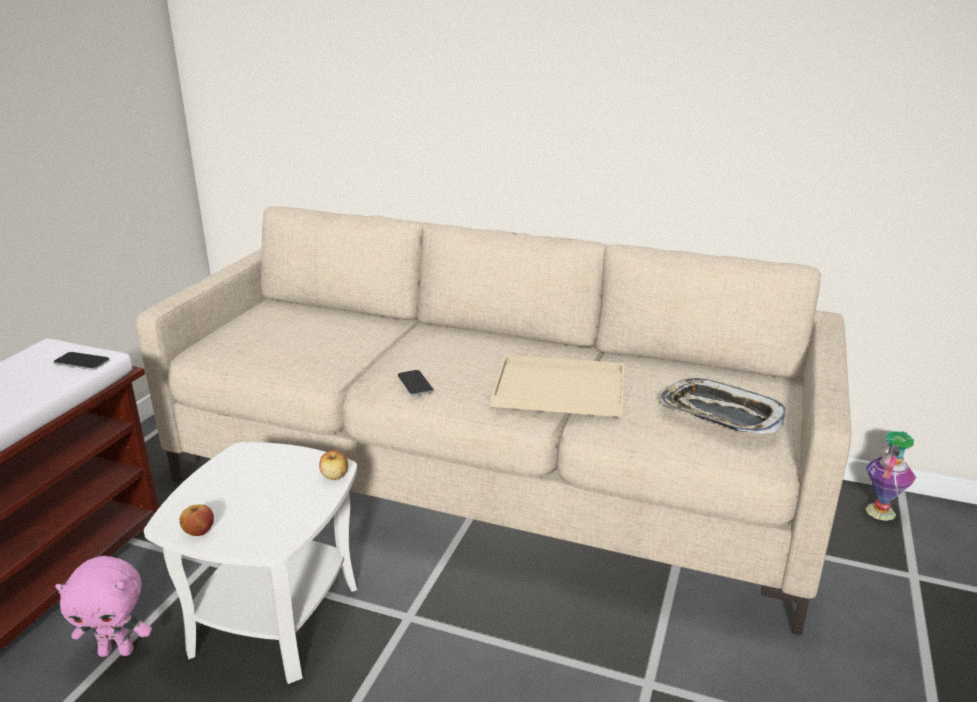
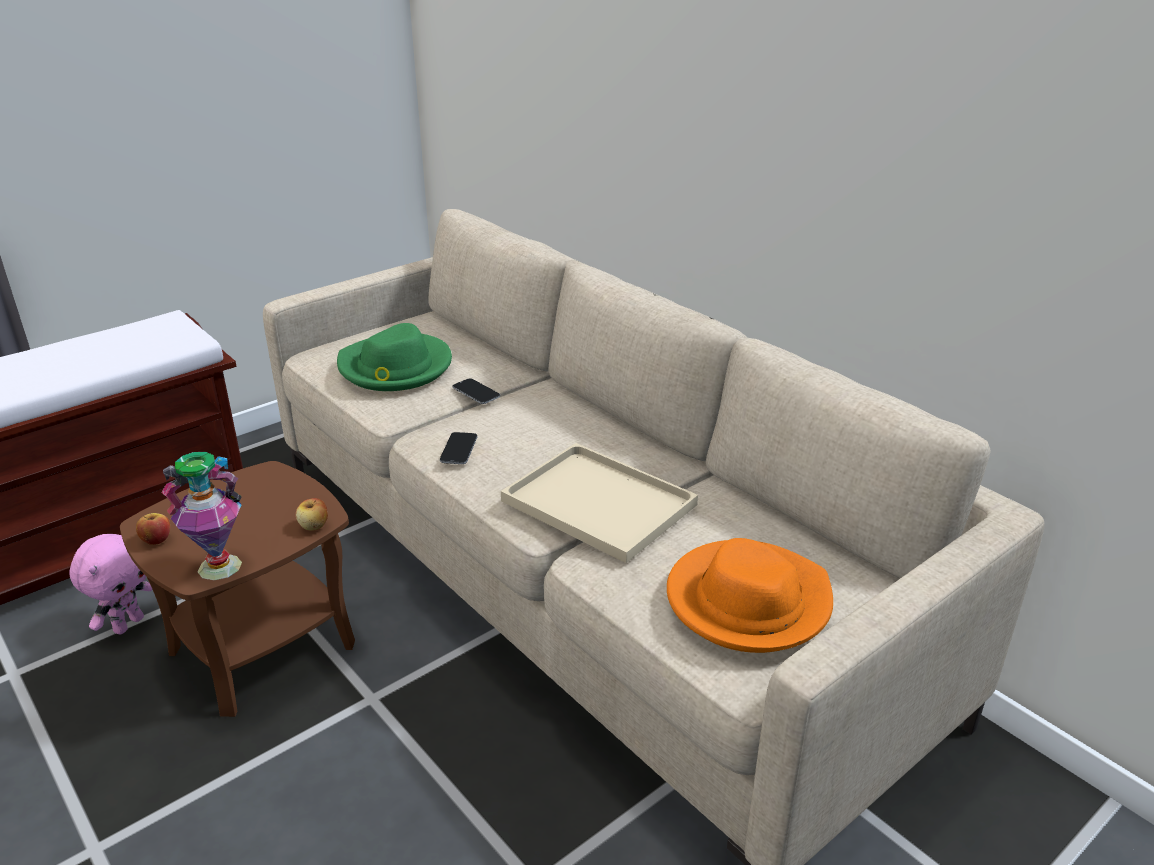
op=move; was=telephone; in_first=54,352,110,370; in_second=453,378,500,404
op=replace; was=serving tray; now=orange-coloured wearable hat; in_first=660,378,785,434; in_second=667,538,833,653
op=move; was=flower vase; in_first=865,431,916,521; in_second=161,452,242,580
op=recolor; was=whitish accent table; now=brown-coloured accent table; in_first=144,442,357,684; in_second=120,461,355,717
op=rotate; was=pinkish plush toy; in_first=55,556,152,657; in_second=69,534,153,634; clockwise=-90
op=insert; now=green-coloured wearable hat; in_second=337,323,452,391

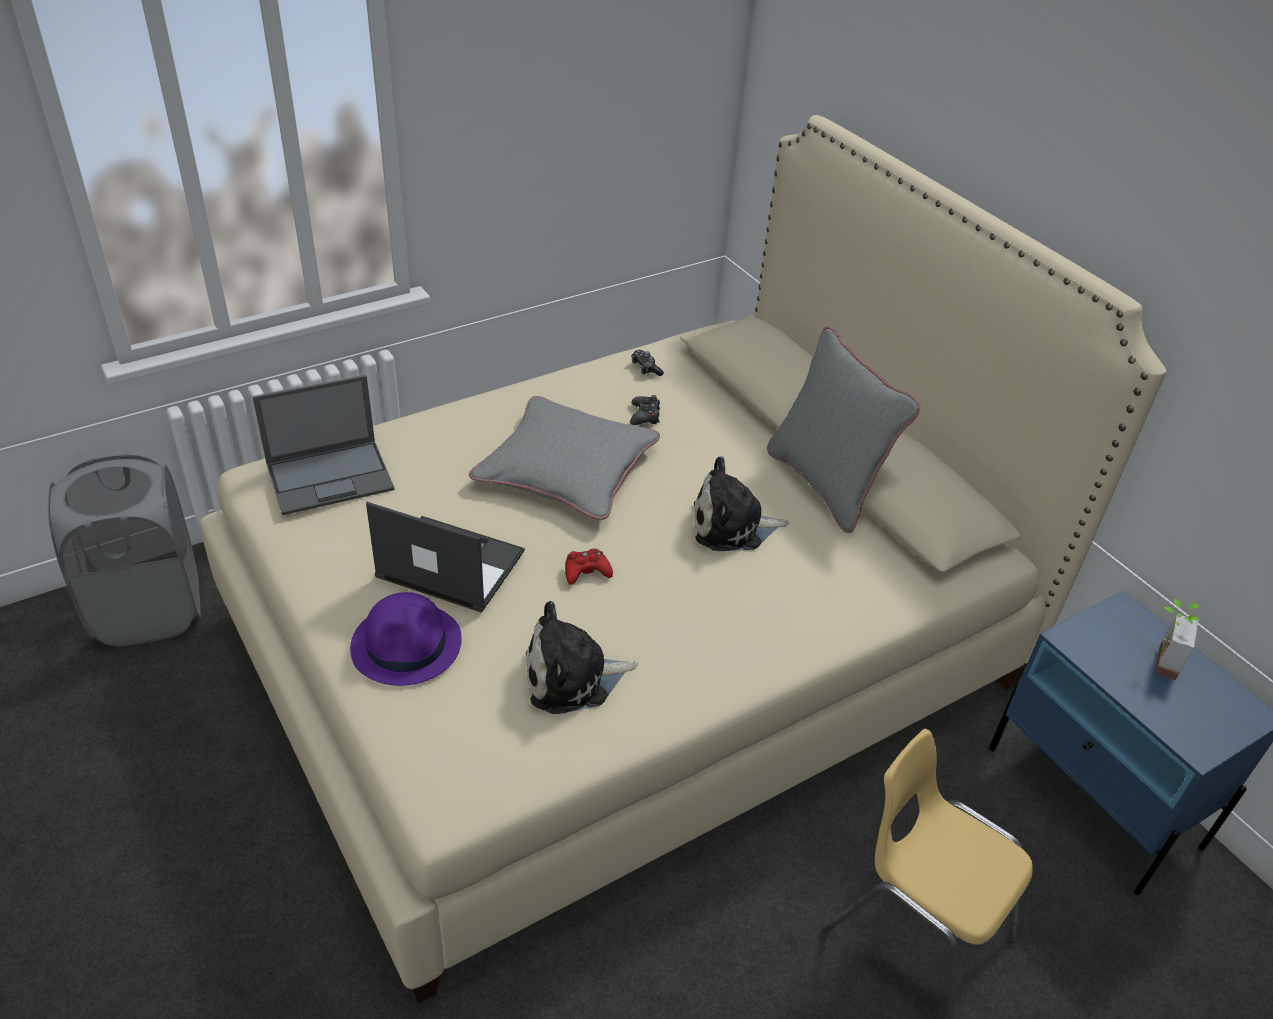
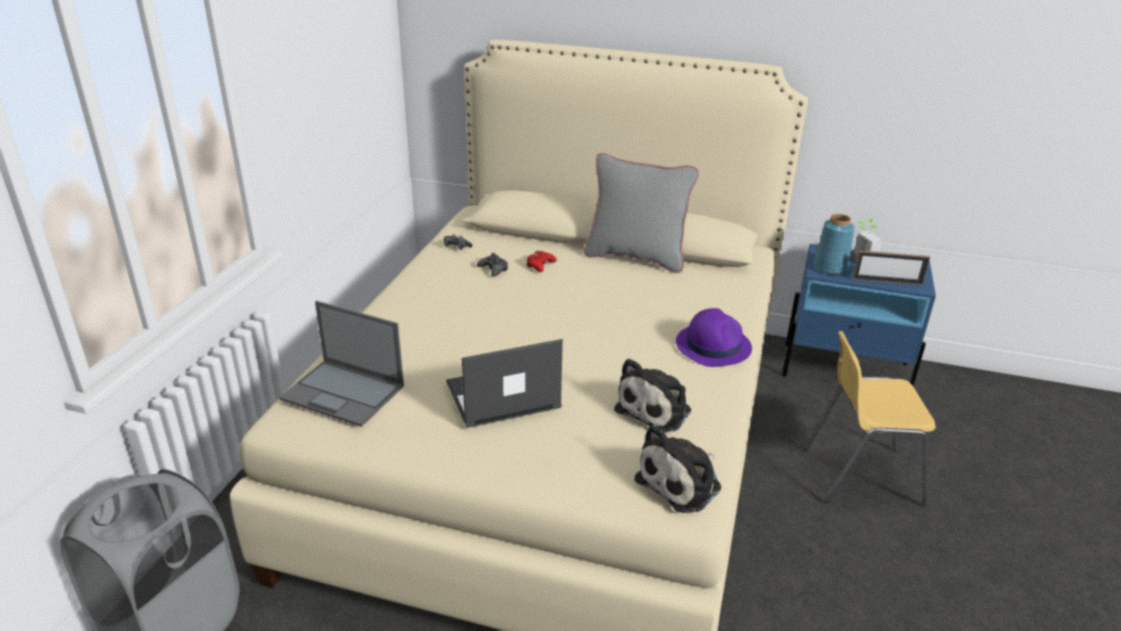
op=rotate; was=laptop; in_first=253,375,395,515; in_second=279,301,404,427; clockwise=90
op=delete; was=gray throw pillow; in_first=469,396,660,520
op=move; was=plush toy; in_first=694,457,789,551; in_second=634,425,721,513
op=move; was=reddish game controller; in_first=565,549,613,585; in_second=527,251,557,272
op=move; was=purplish wearable hat; in_first=350,592,462,686; in_second=676,308,752,367
op=insert; now=bluish flower vase; in_second=814,214,855,275
op=insert; now=picture frame; in_second=852,250,930,285

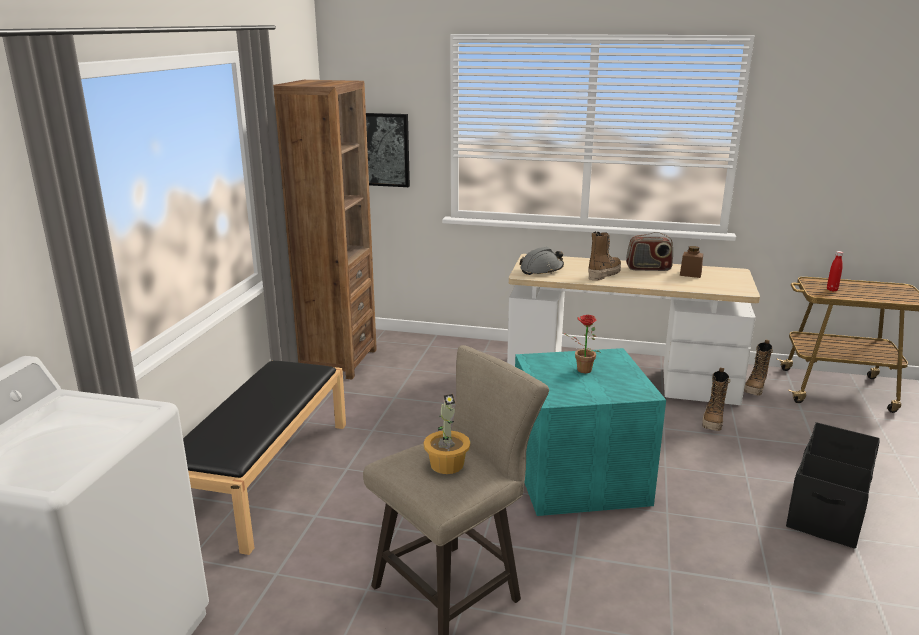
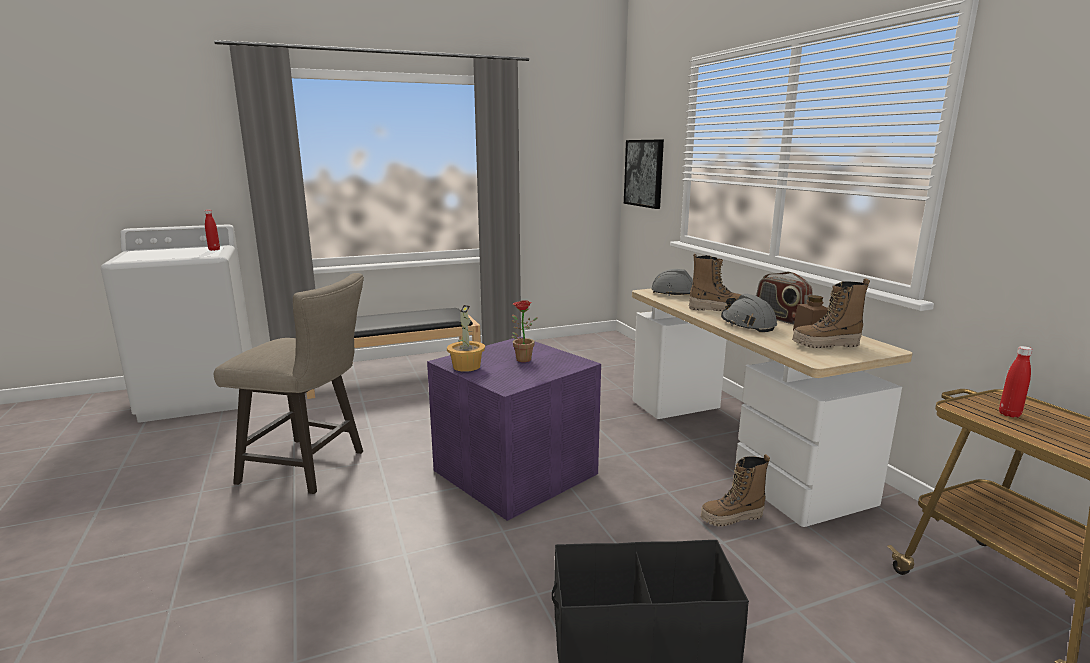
op=delete; was=brown-coloured shelving unit; in_first=273,80,377,380
op=move; was=tall boot; in_first=744,339,773,396; in_second=792,279,870,348
op=recolor; was=turquoise-coloured storage container; now=purplish storage container; in_first=515,348,666,516; in_second=427,336,601,521
op=move; was=plant in a pot; in_first=423,394,471,474; in_second=447,305,485,372
op=insert; now=reddish drink bottle; in_second=205,210,220,251
op=insert; now=gray hard hat; in_second=721,294,777,332

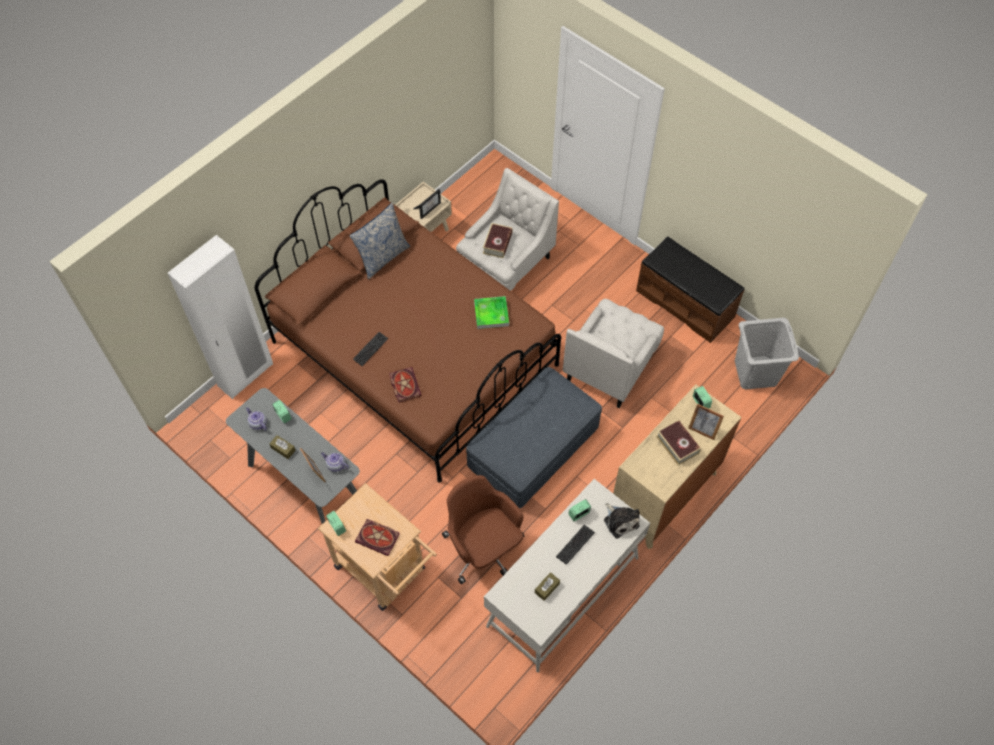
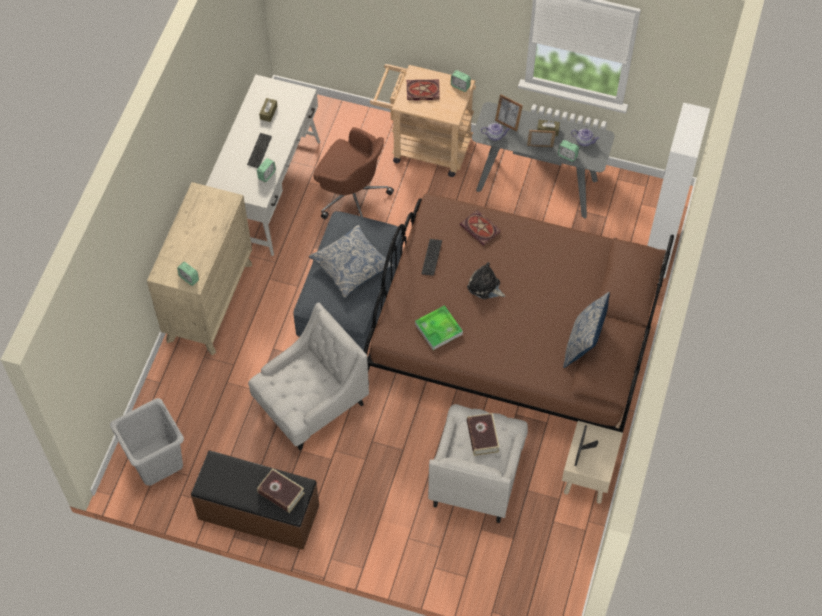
op=rotate; was=whitish armchair; in_first=563,299,664,408; in_second=248,303,369,450; clockwise=45
op=move; was=keyboard; in_first=353,332,388,366; in_second=421,239,442,276
op=move; was=picture frame; in_first=688,404,724,440; in_second=527,130,556,147
op=move; was=bound book; in_first=656,420,701,466; in_second=257,468,305,513
op=move; was=plush toy; in_first=604,503,640,538; in_second=467,262,506,299
op=insert; now=throw pillow; in_second=309,225,394,298

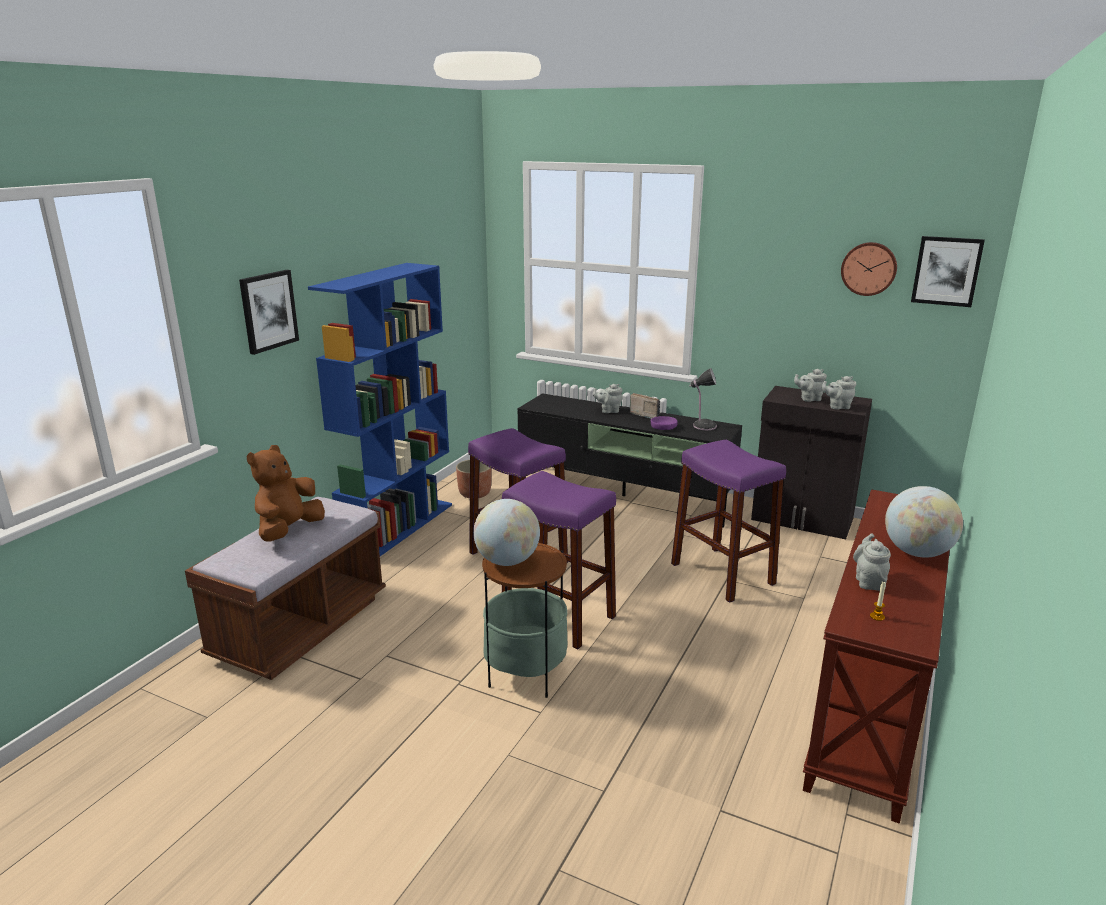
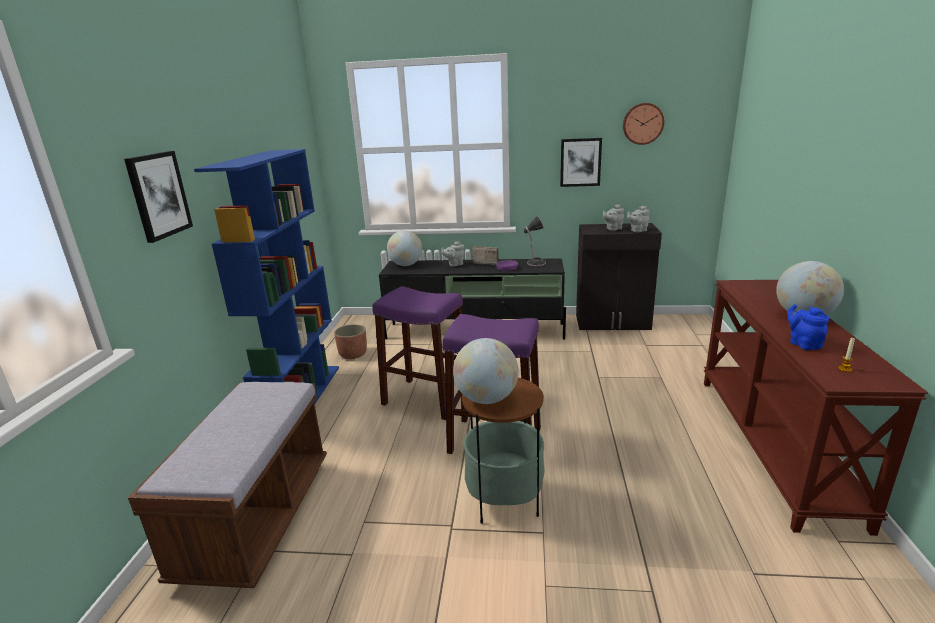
op=move; was=wall picture; in_first=911,236,985,307; in_second=560,138,602,187
op=delete; was=purplish stool; in_first=671,440,786,603
op=delete; was=brown-coloured plush toy; in_first=246,445,325,542
op=recolor; was=gray pot for tea; now=bluish pot for tea; in_first=853,533,891,591; in_second=787,304,829,350
op=insert; now=world globe; in_second=387,230,422,266

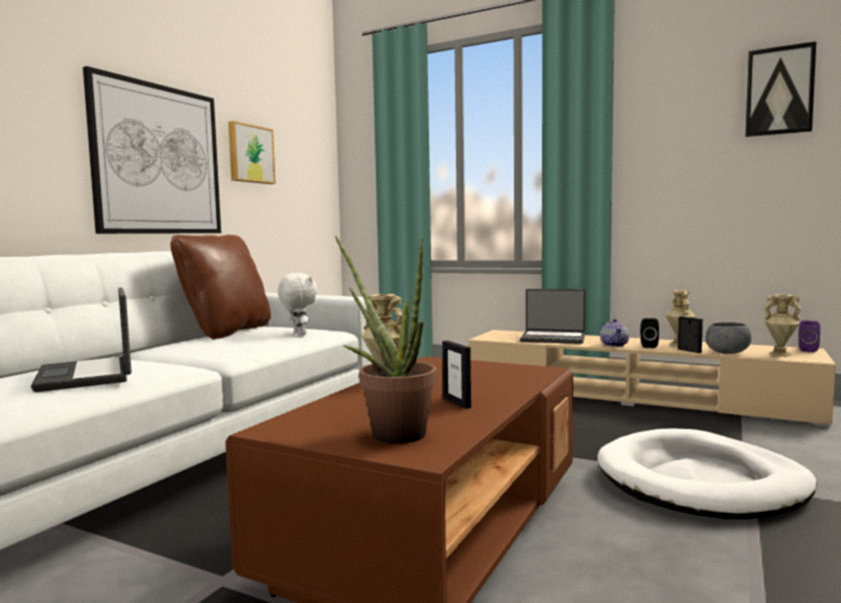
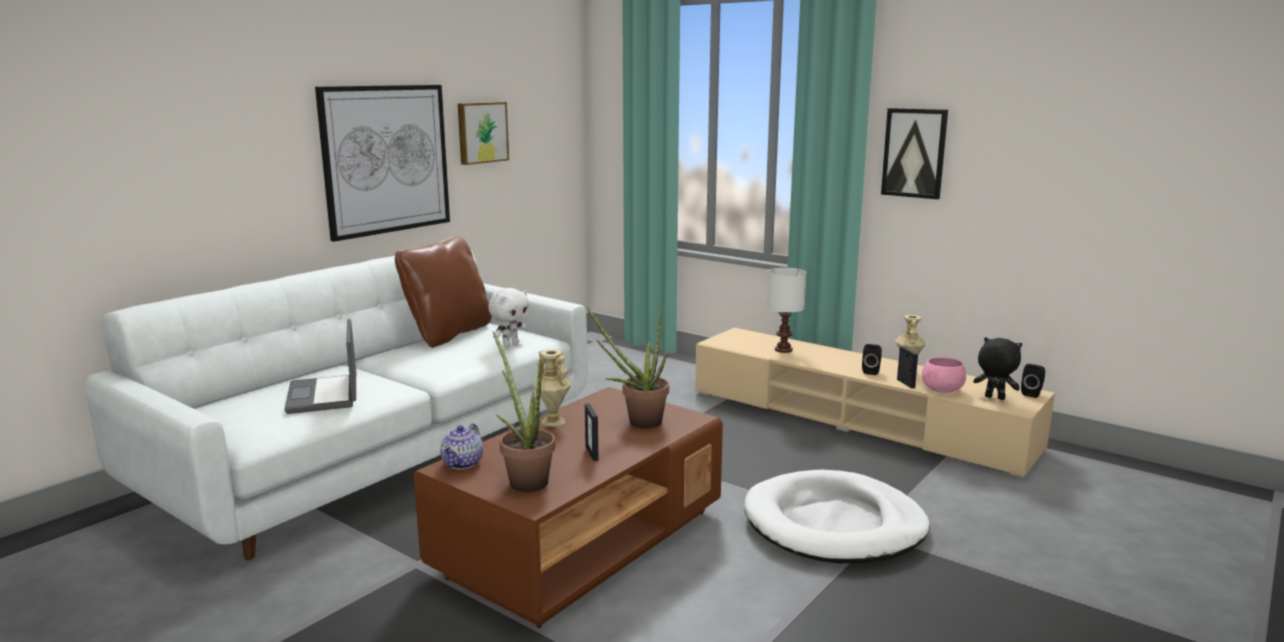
op=move; was=wall picture; in_first=745,42,816,137; in_second=881,108,948,199
op=rotate; was=whitish plush toy; in_first=278,273,317,335; in_second=488,288,529,347; clockwise=60
op=replace; was=laptop; now=whitish lamp for a table; in_first=520,289,585,344; in_second=767,268,807,353
op=replace; was=beige flower vase; now=black plush toy; in_first=764,295,802,357; in_second=973,337,1022,400
op=move; was=pot for tea; in_first=600,319,629,347; in_second=440,423,483,469
op=recolor; was=purplish loudspeaker; now=black loudspeaker; in_first=798,320,820,352; in_second=1021,364,1045,398
op=recolor; was=gray deep dish; now=pinkish deep dish; in_first=706,322,751,354; in_second=922,357,966,393
op=insert; now=plant in a pot; in_second=586,306,669,428

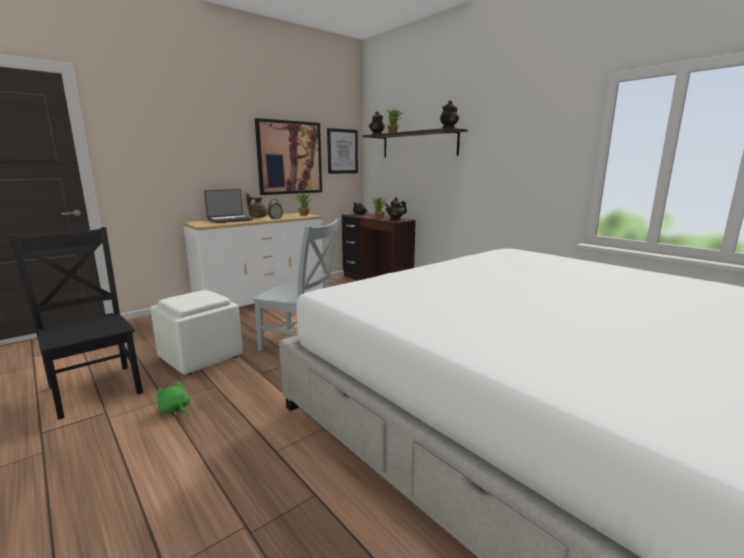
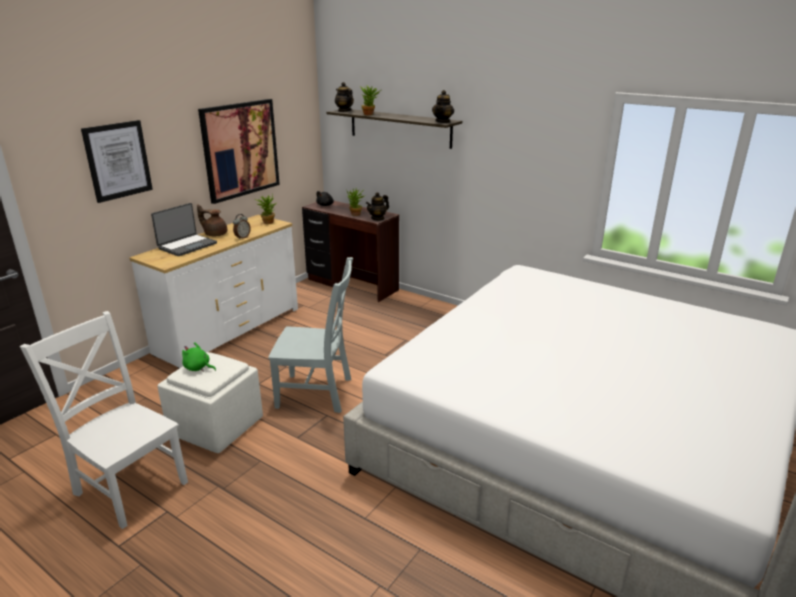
op=move; was=wall picture; in_first=327,128,358,174; in_second=81,120,153,203
op=recolor; was=black plain chair; now=whitish plain chair; in_first=9,227,143,420; in_second=20,311,188,529
op=move; was=green-coloured plush toy; in_first=157,381,190,416; in_second=182,342,216,372

